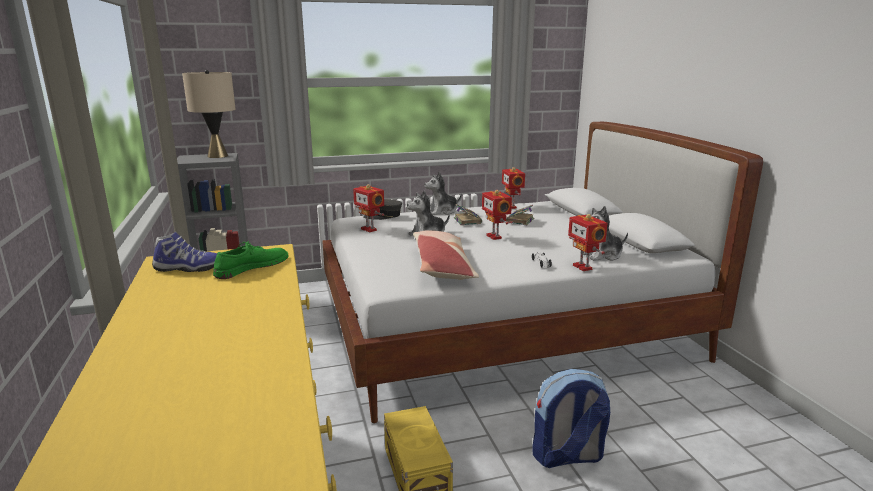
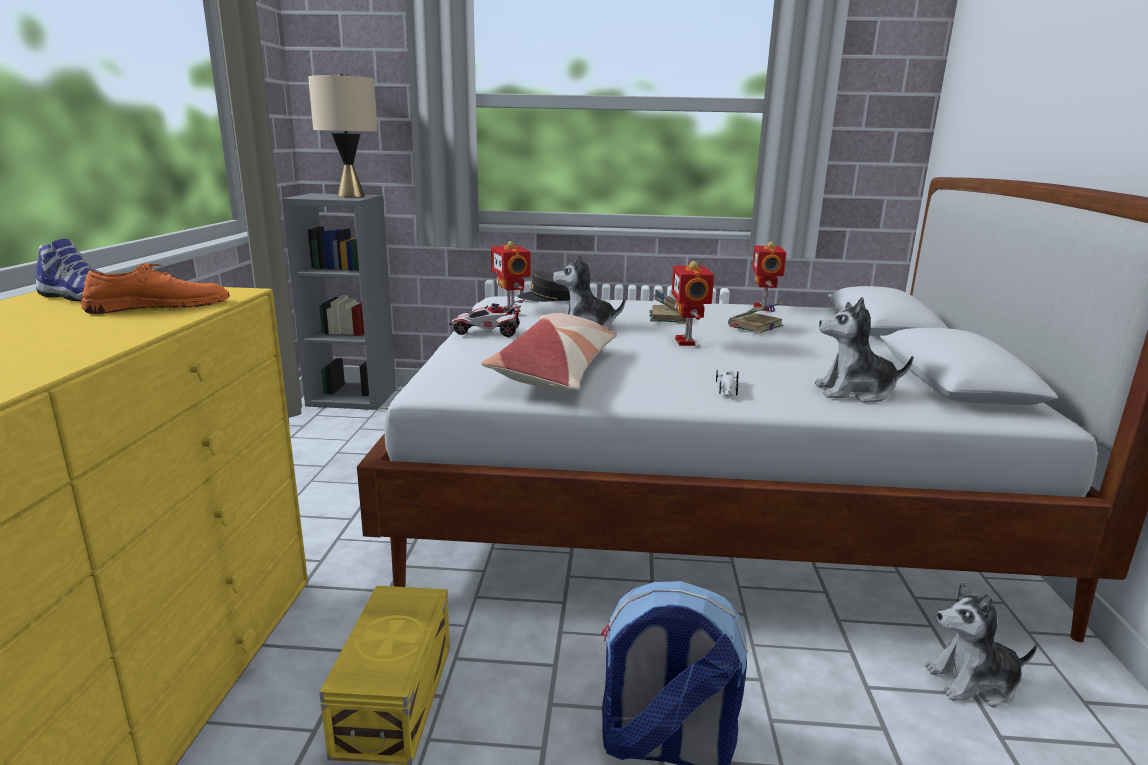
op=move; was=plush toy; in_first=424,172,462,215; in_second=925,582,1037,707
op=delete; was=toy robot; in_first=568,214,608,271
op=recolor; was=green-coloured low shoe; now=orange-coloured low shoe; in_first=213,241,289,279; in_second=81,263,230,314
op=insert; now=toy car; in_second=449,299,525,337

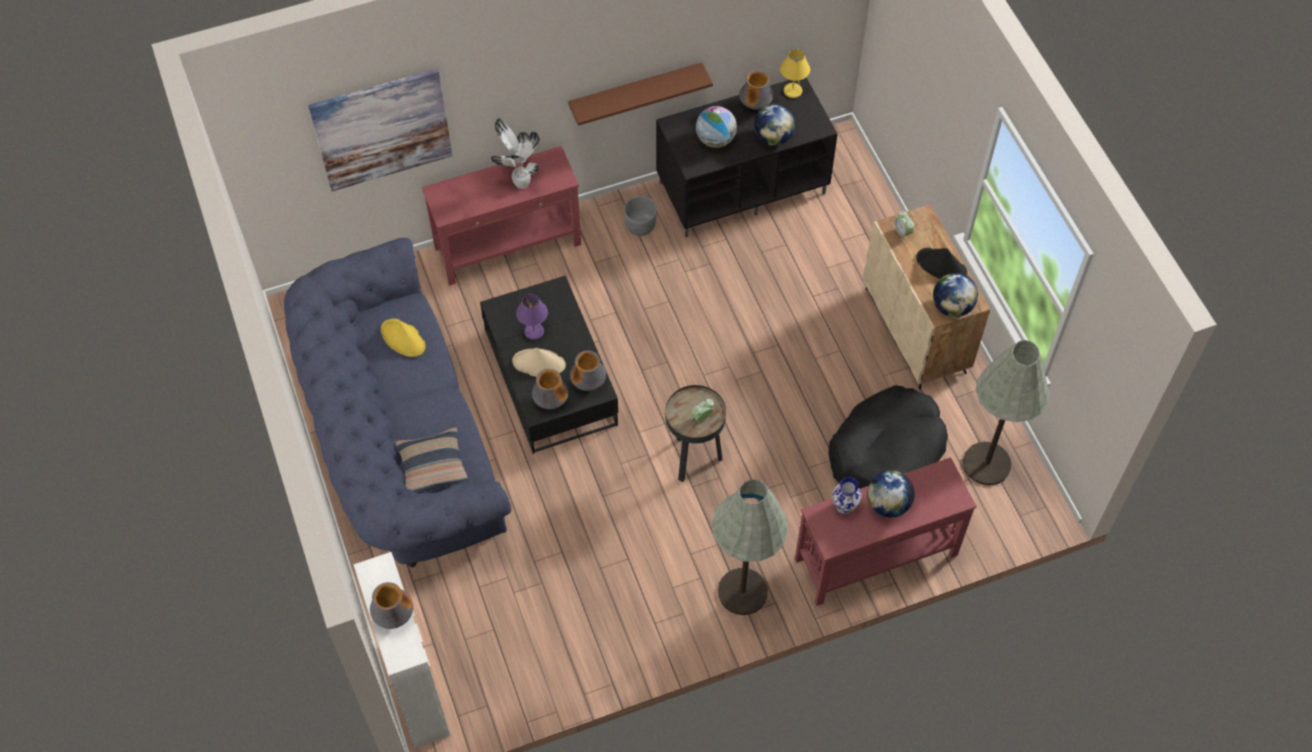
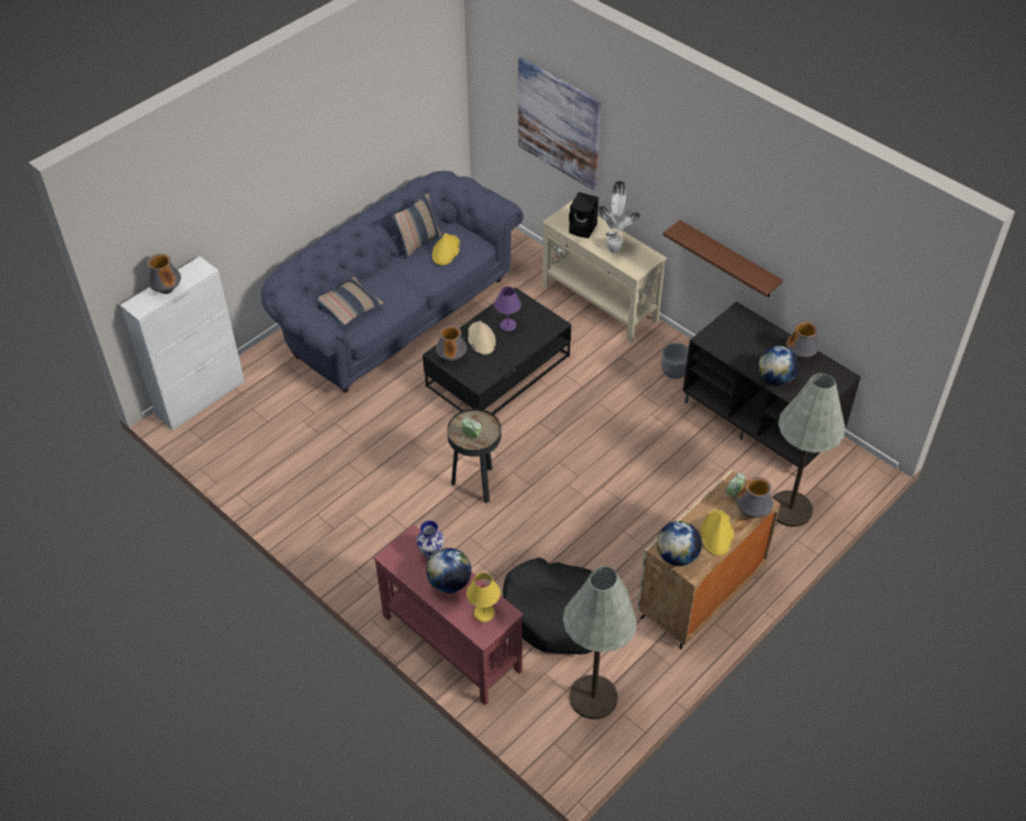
op=move; was=yellowish lamp for a table; in_first=780,49,810,98; in_second=466,573,500,622
op=delete; was=world globe; in_first=696,106,737,148
op=recolor; was=reddish console table; now=beige console table; in_first=422,146,581,286; in_second=542,201,667,343
op=recolor; was=black wearable hat; now=yellowish wearable hat; in_first=916,248,967,279; in_second=701,510,734,556
op=move; was=flower vase; in_first=570,351,606,391; in_second=736,477,773,518
op=move; was=gray floor lamp; in_first=712,479,788,615; in_second=772,373,845,527
op=insert; now=black loudspeaker; in_second=569,192,599,238
op=insert; now=throw pillow; in_second=391,193,442,259

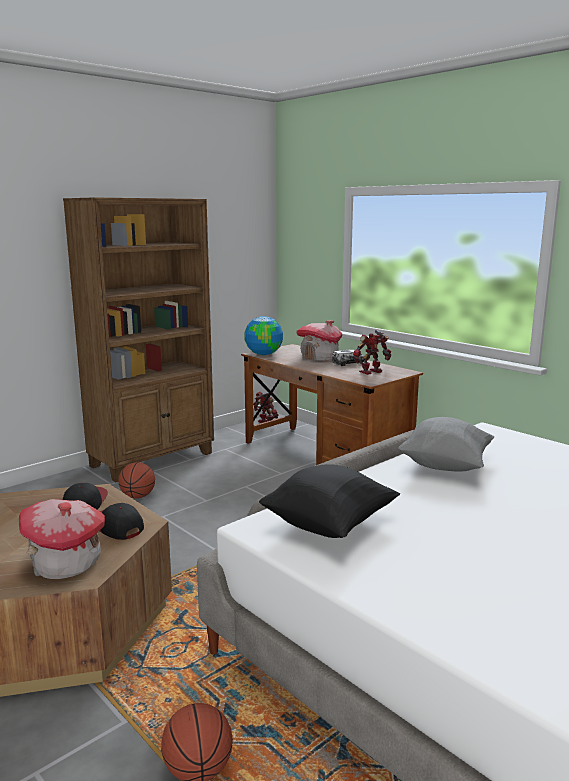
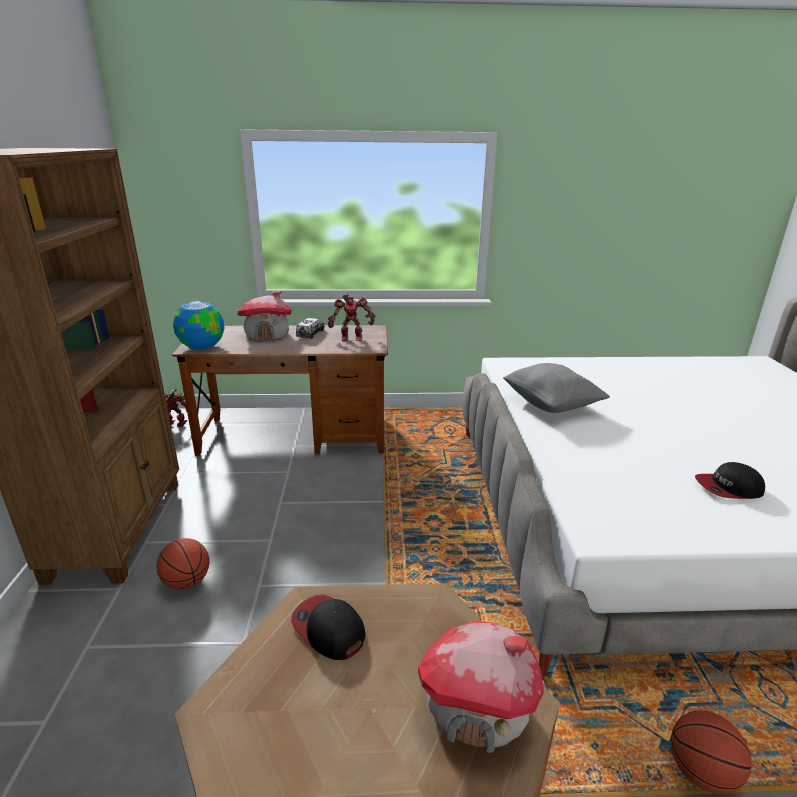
op=rotate; was=toy robot; in_first=353,330,391,375; in_second=328,293,376,341; clockwise=-105
op=delete; was=black throw pillow; in_first=259,464,400,538
op=move; was=baseball cap; in_first=100,503,144,540; in_second=695,462,765,499

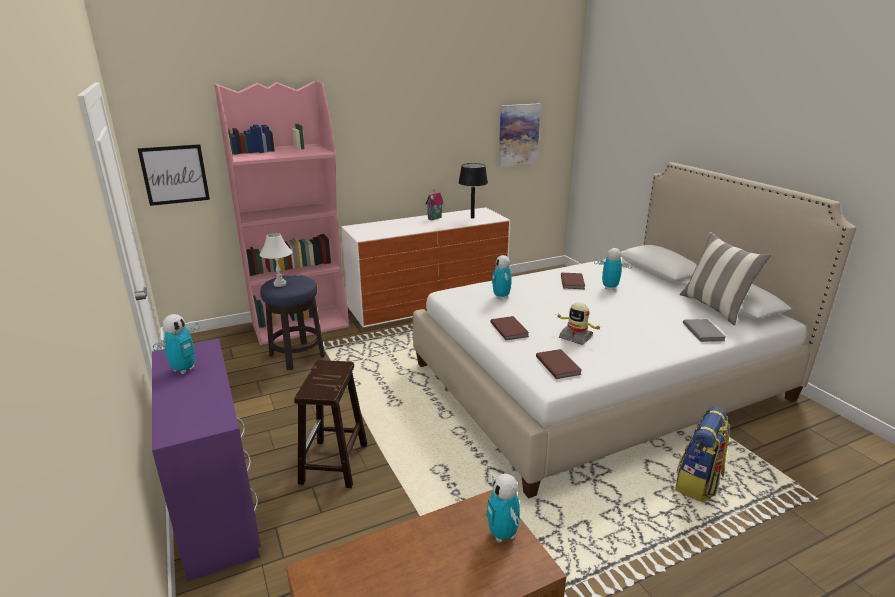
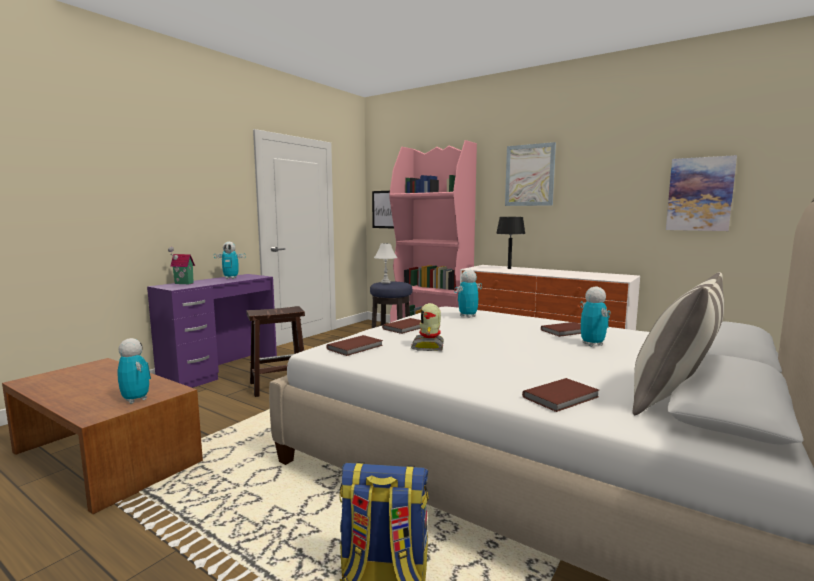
op=move; was=black lamp for a table; in_first=458,163,488,219; in_second=496,217,525,269
op=move; was=model house; in_first=425,189,444,220; in_second=168,247,195,284
op=recolor; was=gray bound book; now=brown-coloured bound book; in_first=683,319,726,342; in_second=522,378,599,412
op=rotate; was=toy robot; in_first=486,474,520,542; in_second=117,338,151,404; clockwise=90
op=insert; now=wall picture; in_second=505,142,556,206

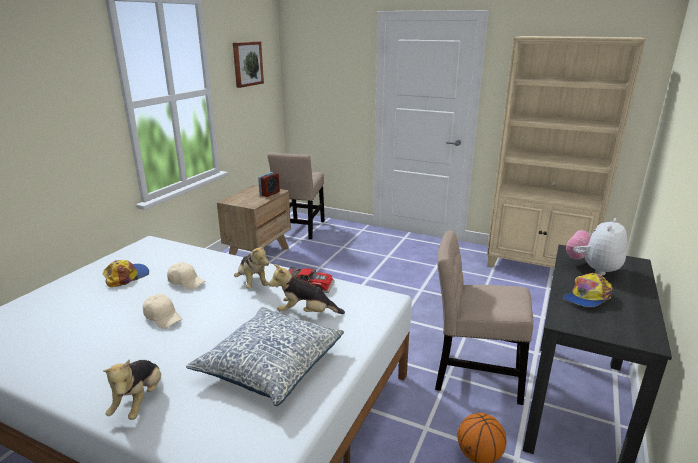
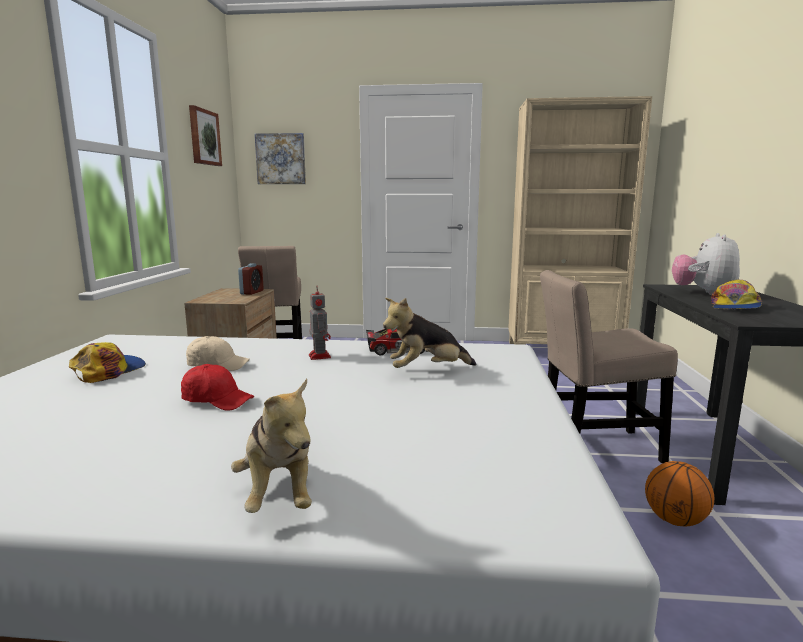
op=replace; was=plush toy; now=toy robot; in_first=234,243,269,289; in_second=309,287,331,360
op=recolor; was=beige baseball cap; now=reddish baseball cap; in_first=142,294,182,329; in_second=181,364,254,411
op=delete; was=throw pillow; in_first=186,307,344,406
op=insert; now=wall picture; in_second=255,133,306,184

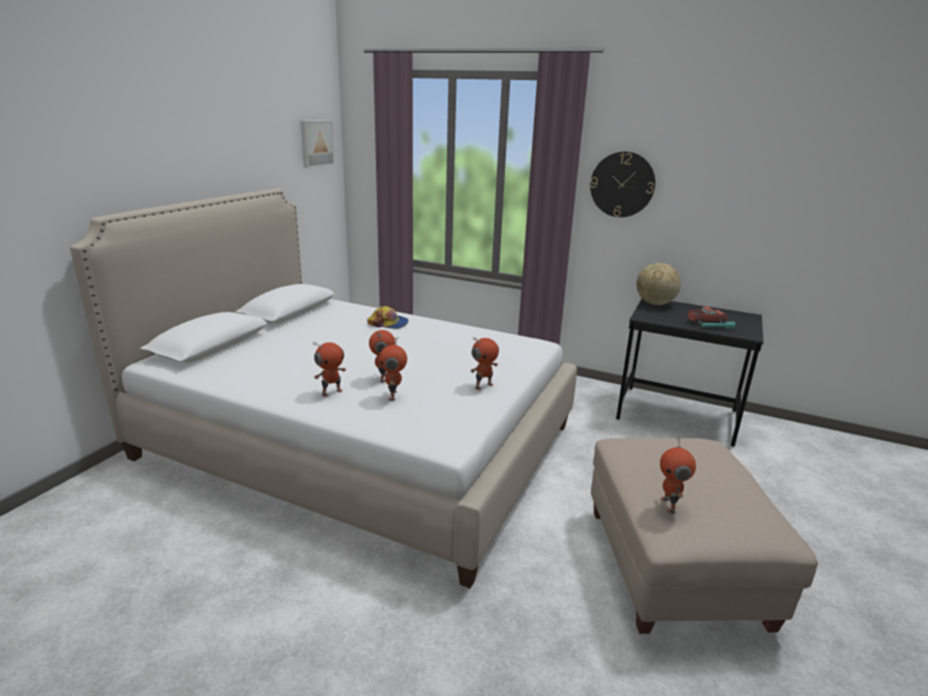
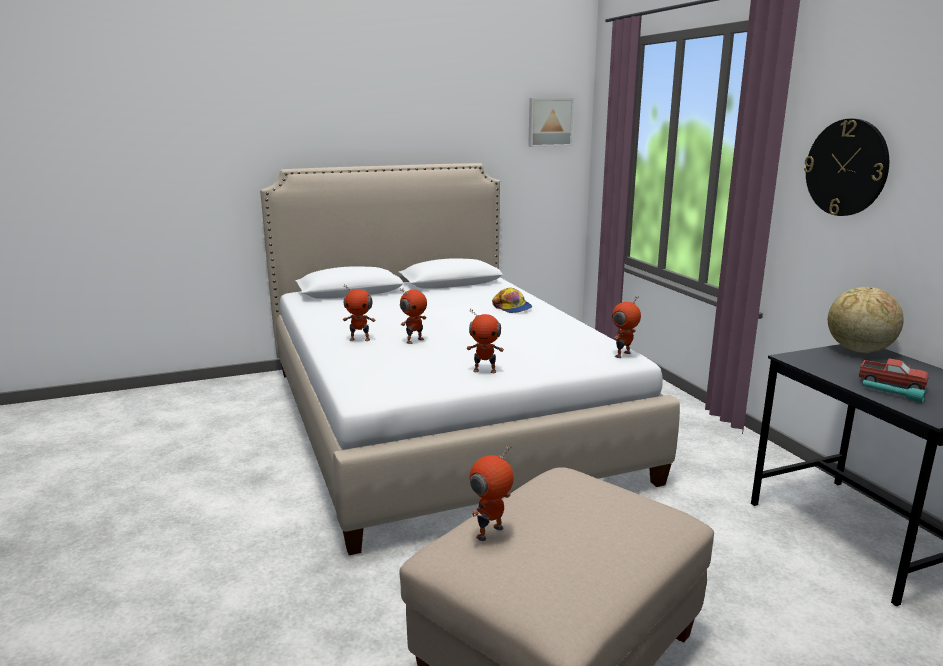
op=move; was=toy robot; in_first=379,338,407,401; in_second=612,296,641,358

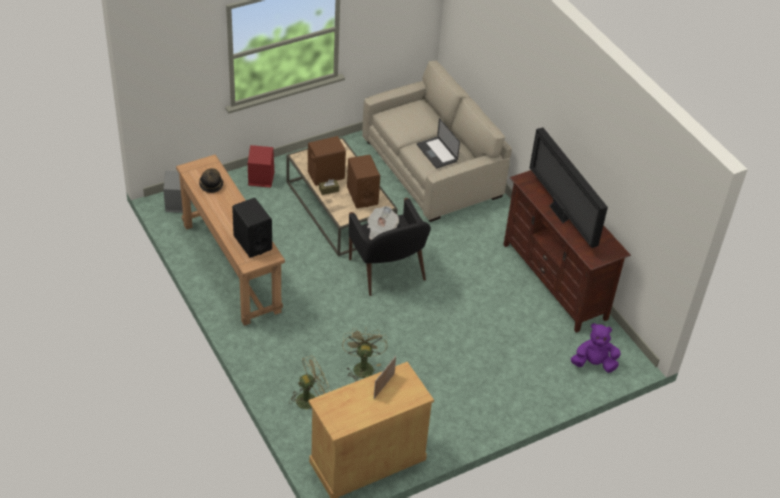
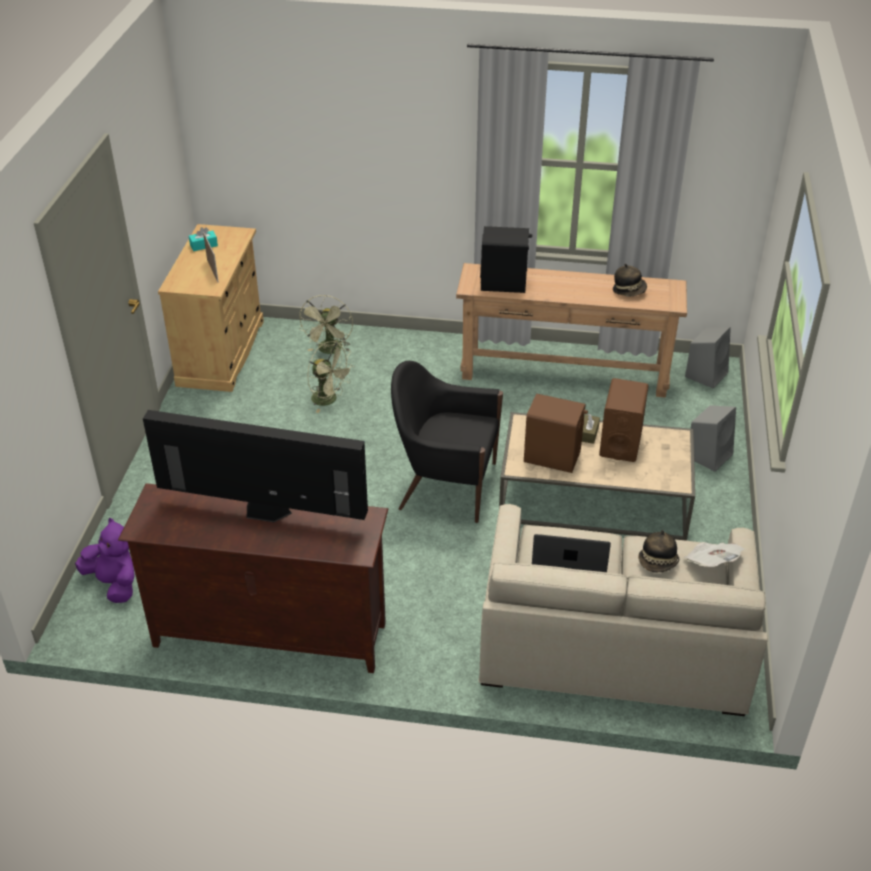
op=recolor; was=reddish loudspeaker; now=gray loudspeaker; in_first=248,145,274,188; in_second=690,405,736,472
op=move; was=newspaper; in_first=367,206,399,240; in_second=684,542,744,567
op=rotate; was=purplish plush toy; in_first=571,323,621,373; in_second=75,518,135,603; clockwise=-90
op=insert; now=turquoise-coloured tissue box; in_second=189,227,218,251
op=insert; now=wearable hat; in_second=638,530,679,573

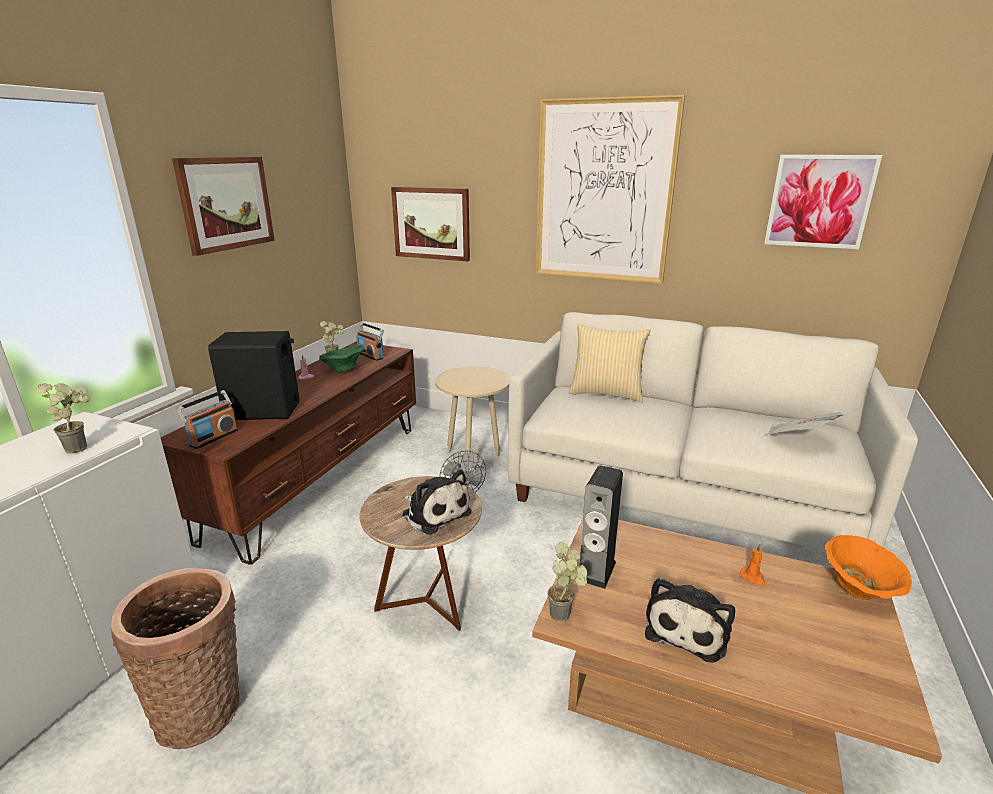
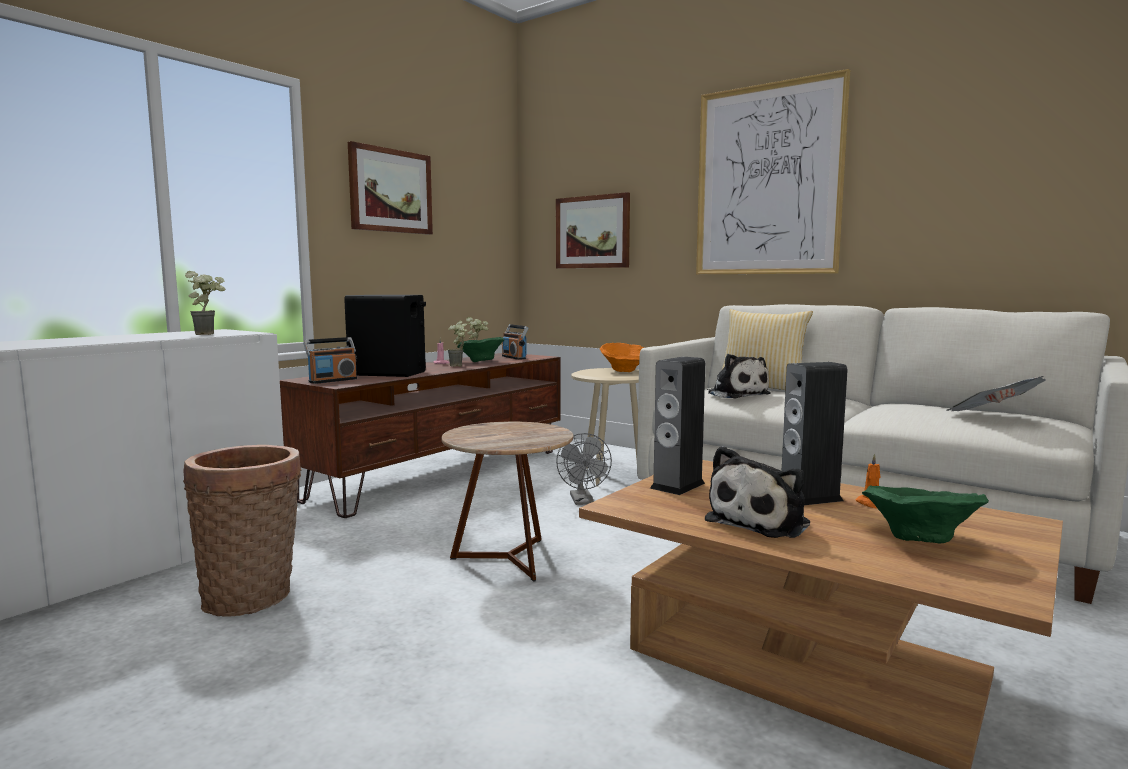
op=delete; was=wall picture; in_first=764,155,882,249
op=move; was=plush toy; in_first=403,470,472,535; in_second=707,354,770,398
op=move; was=orange-coloured deep dish; in_first=825,535,912,600; in_second=600,343,644,372
op=move; was=plant in a pot; in_first=547,542,588,623; in_second=448,321,467,367
op=insert; now=loudspeaker; in_second=782,362,848,505
op=insert; now=green-coloured deep dish; in_second=862,485,989,543

